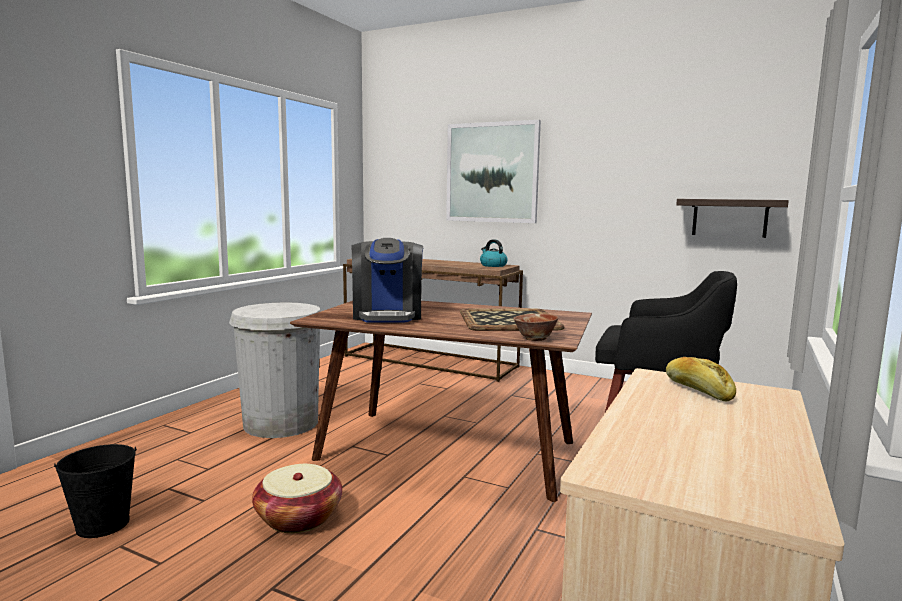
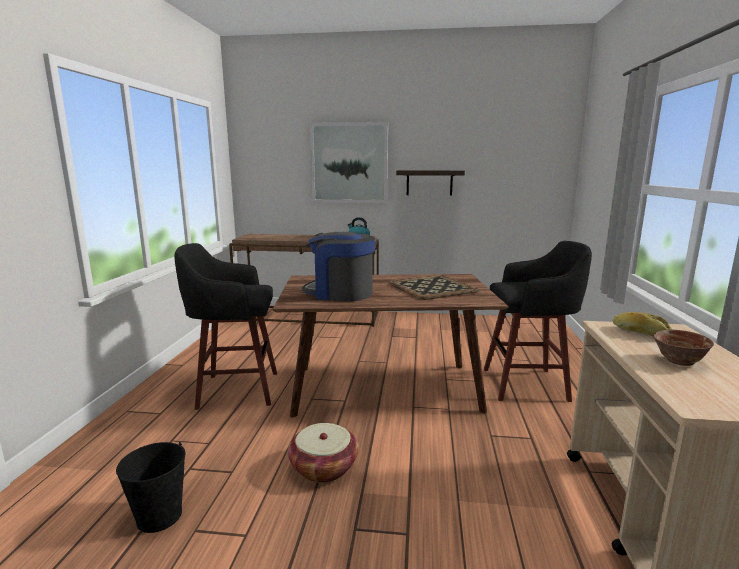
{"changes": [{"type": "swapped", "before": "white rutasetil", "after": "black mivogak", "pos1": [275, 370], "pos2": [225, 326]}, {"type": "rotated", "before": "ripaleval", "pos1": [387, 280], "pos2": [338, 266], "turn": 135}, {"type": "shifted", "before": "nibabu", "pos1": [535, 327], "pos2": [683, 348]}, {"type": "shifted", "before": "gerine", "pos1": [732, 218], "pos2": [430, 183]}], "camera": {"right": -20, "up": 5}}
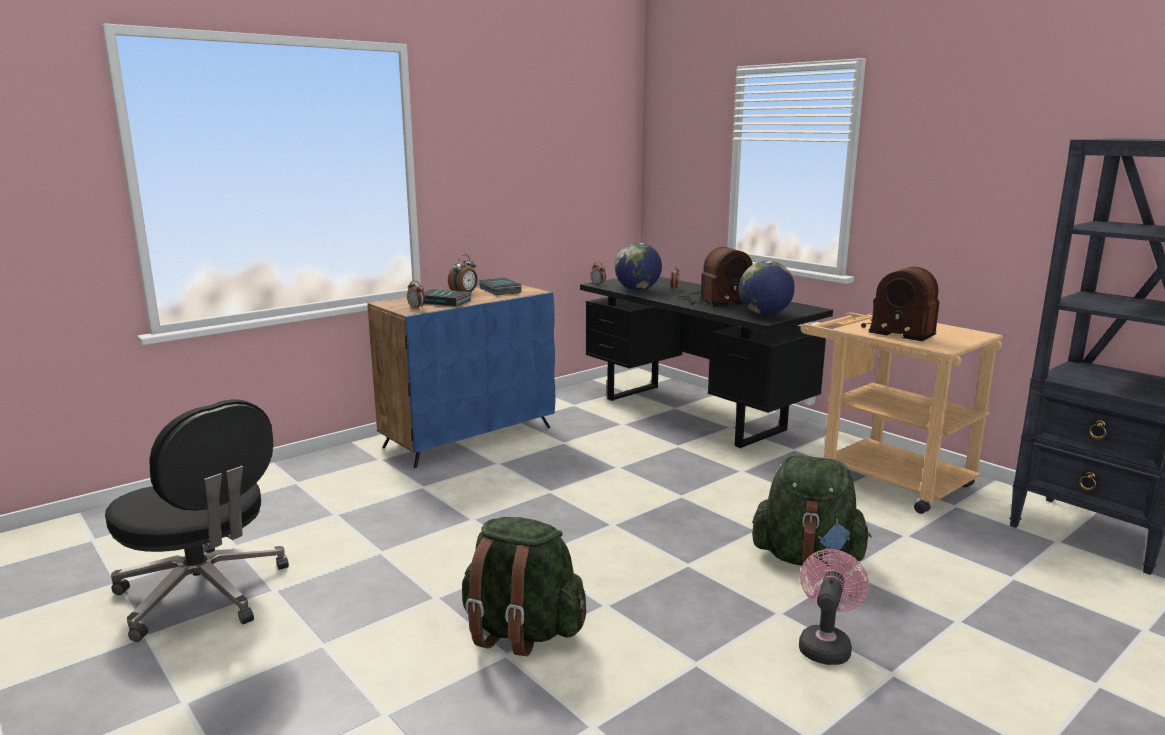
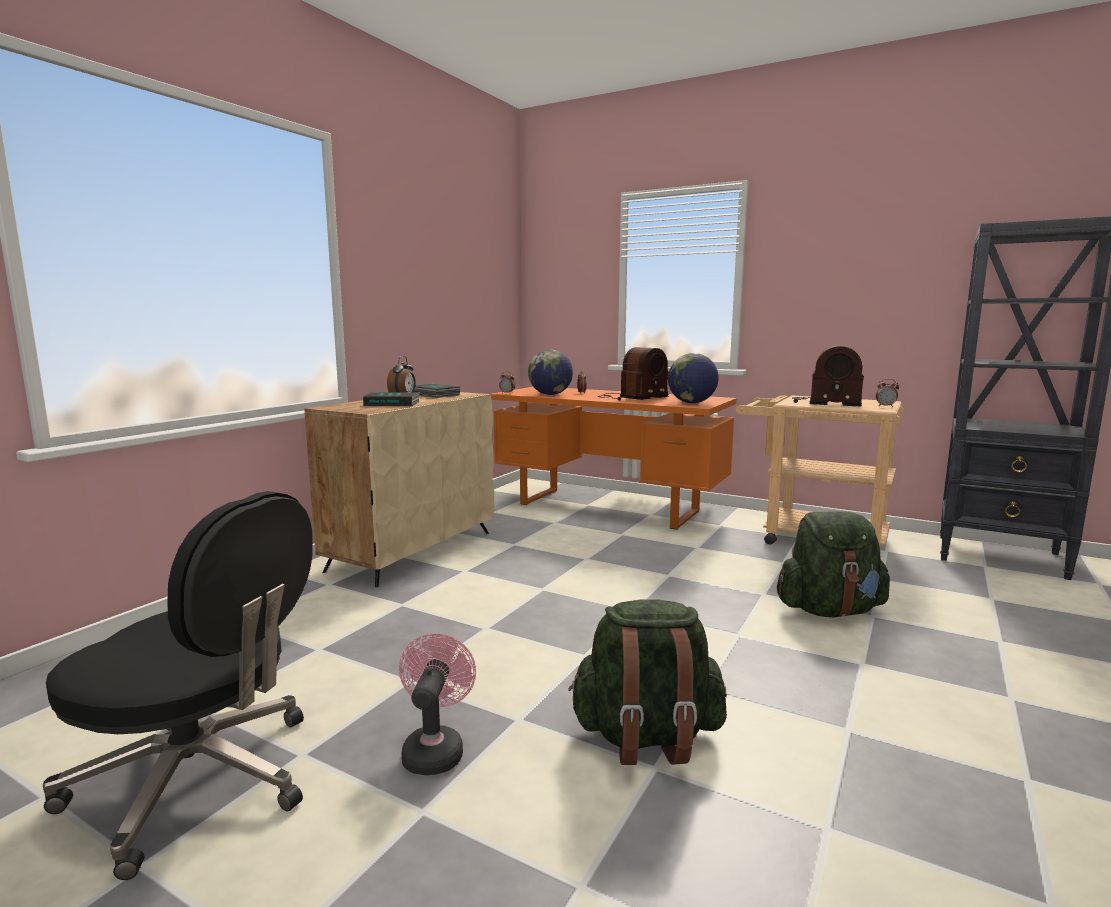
{"changes": [{"type": "repainted", "before": "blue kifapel", "after": "beige kifapel", "pos1": [461, 376], "pos2": [399, 489]}, {"type": "shifted", "before": "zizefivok", "pos1": [416, 295], "pos2": [887, 393]}, {"type": "repainted", "before": "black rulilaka", "after": "orange rulilaka", "pos1": [706, 362], "pos2": [614, 458]}, {"type": "shifted", "before": "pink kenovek", "pos1": [834, 607], "pos2": [437, 704]}], "camera": {"right": -20, "up": -5}}
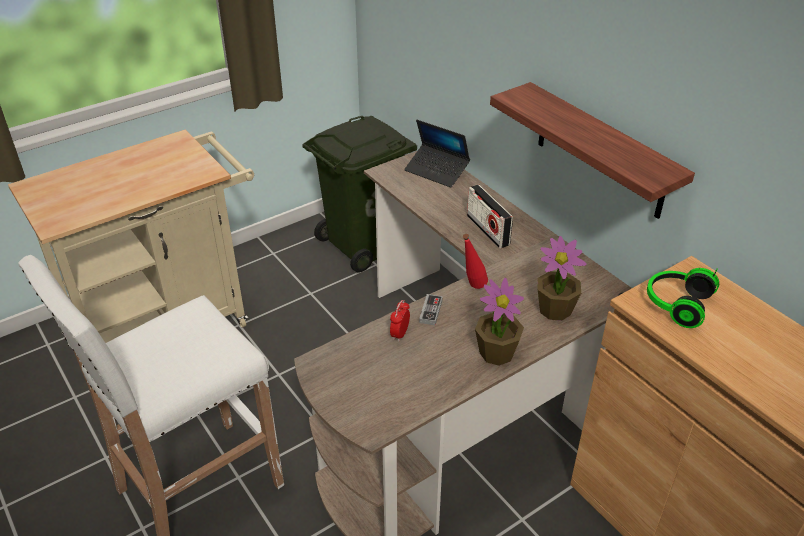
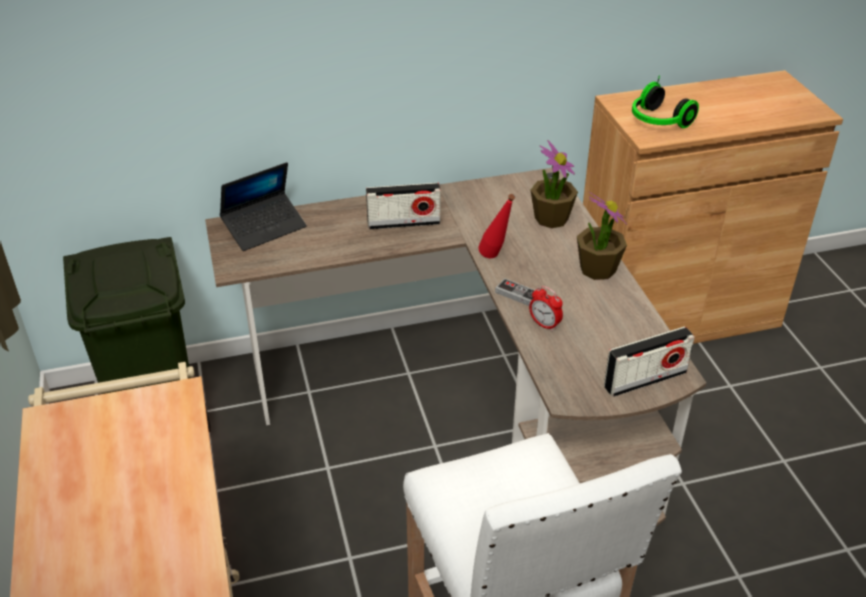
{"changes": [{"type": "gone", "before": "gerine", "pos1": [592, 150]}, {"type": "new", "after": "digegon", "pos2": [649, 361]}], "camera": {"right": -70, "up": 0}}
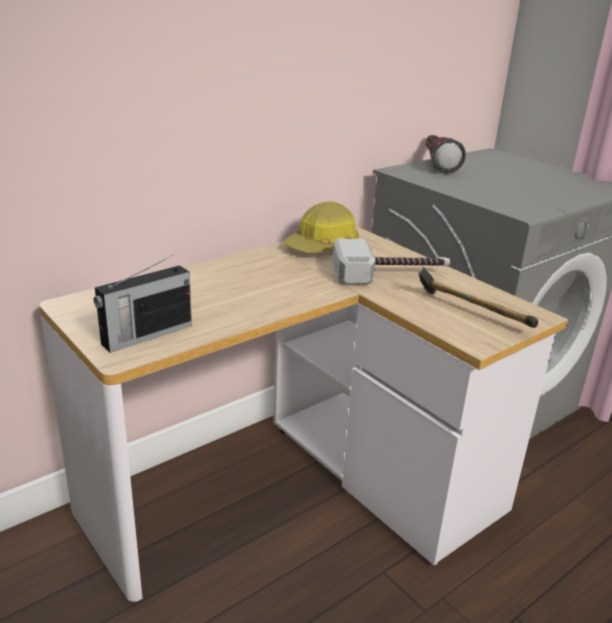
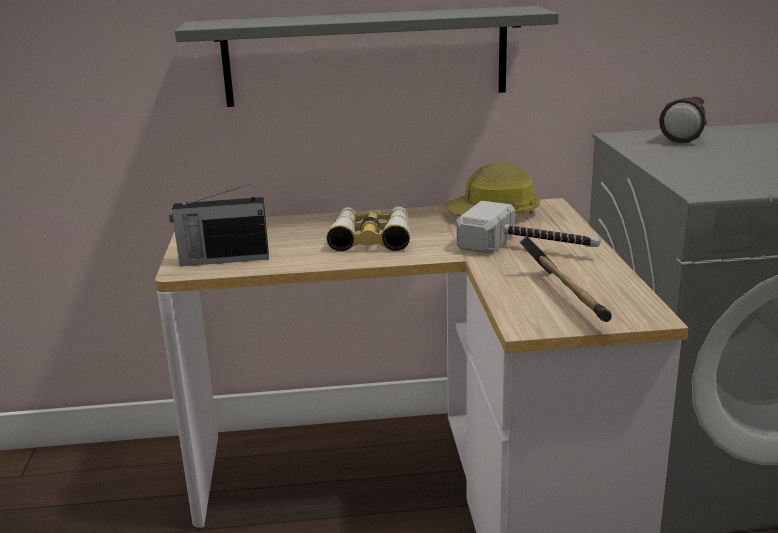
{"changes": [{"type": "new", "after": "grey gerine", "pos2": [367, 56]}, {"type": "new", "after": "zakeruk", "pos2": [368, 229]}], "camera": {"right": 35, "up": -5}}
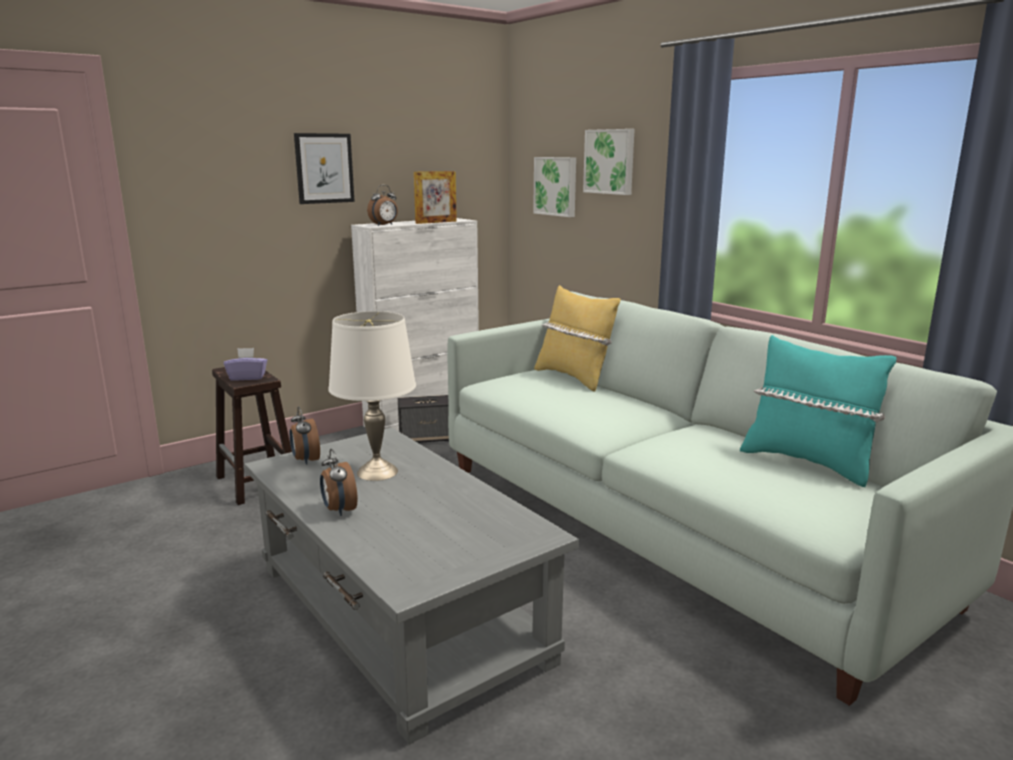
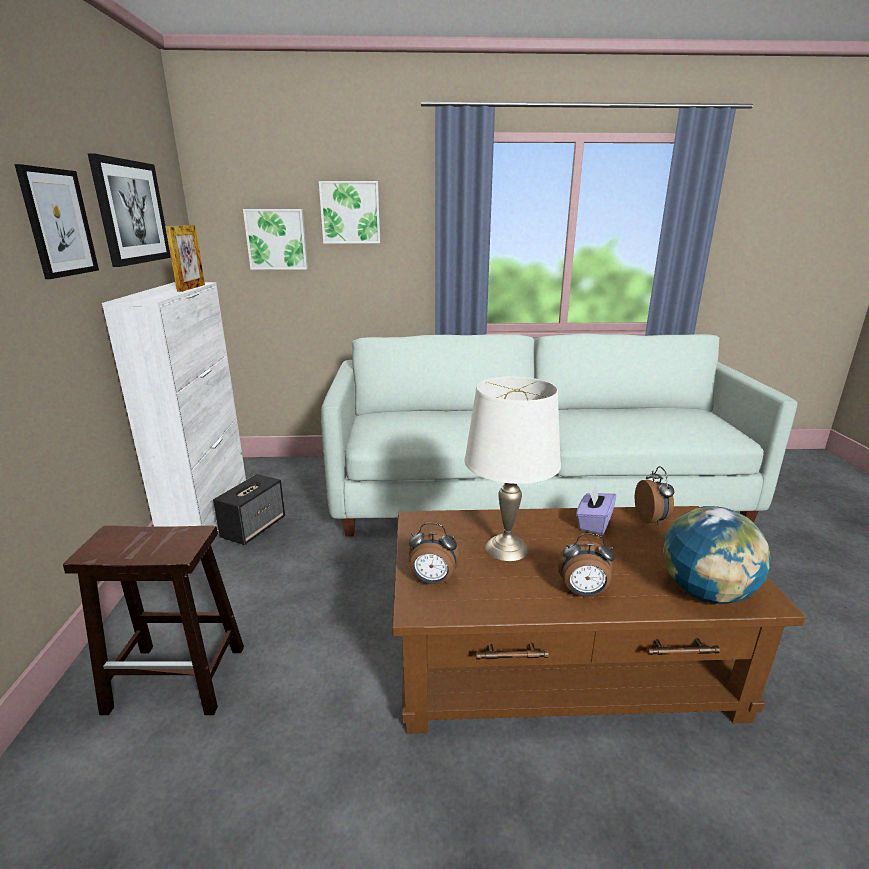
{"changes": [{"type": "shifted", "before": "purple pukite", "pos1": [245, 364], "pos2": [596, 510]}, {"type": "repainted", "before": "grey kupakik", "after": "brown kupakik", "pos1": [411, 586], "pos2": [599, 620]}, {"type": "shifted", "before": "zizefivok", "pos1": [382, 205], "pos2": [654, 496]}, {"type": "gone", "before": "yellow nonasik", "pos1": [577, 338]}, {"type": "gone", "before": "turquoise nonasik", "pos1": [818, 411]}, {"type": "new", "after": "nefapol", "pos2": [129, 210]}, {"type": "new", "after": "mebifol", "pos2": [717, 555]}], "camera": {"right": -55, "up": 5}}
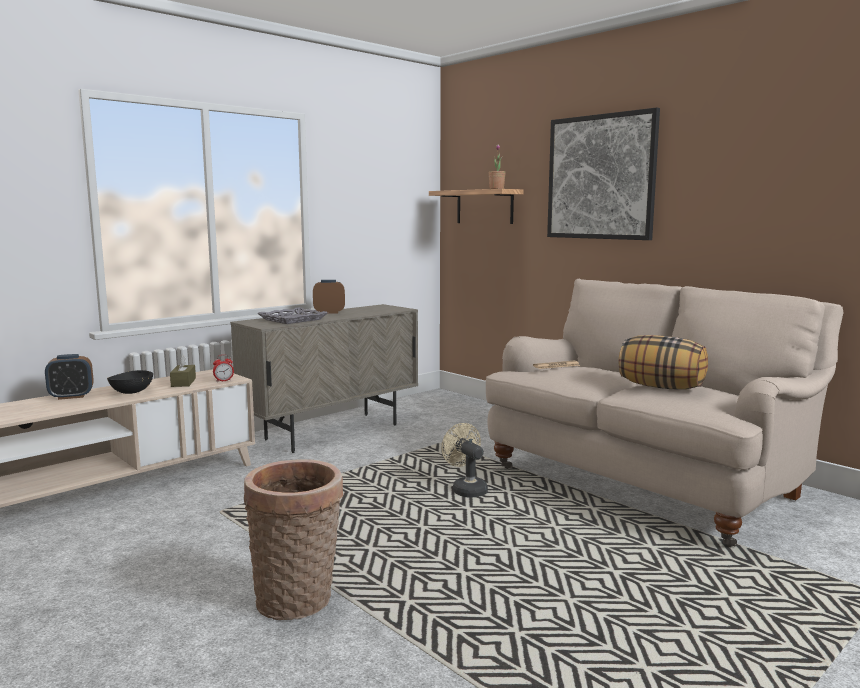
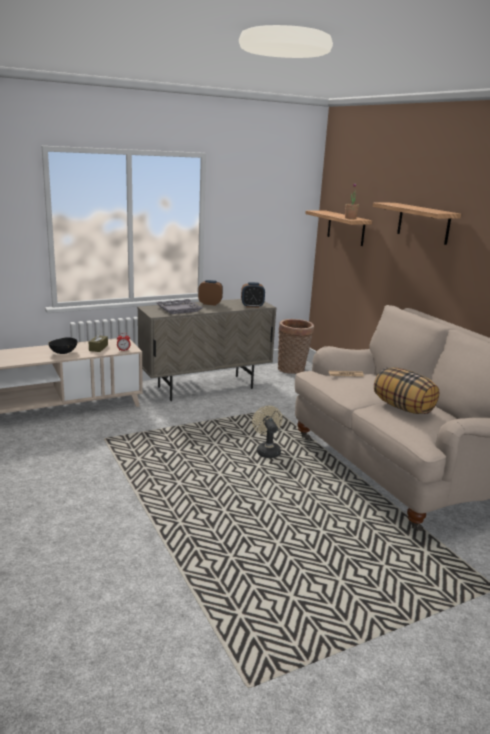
{"changes": [{"type": "shifted", "before": "zizefivok", "pos1": [69, 377], "pos2": [253, 295]}, {"type": "shifted", "before": "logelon", "pos1": [293, 539], "pos2": [296, 346]}, {"type": "swapped", "before": "nefapol", "after": "gerine", "pos1": [603, 174], "pos2": [417, 224]}], "camera": {"right": 15, "up": 10}}
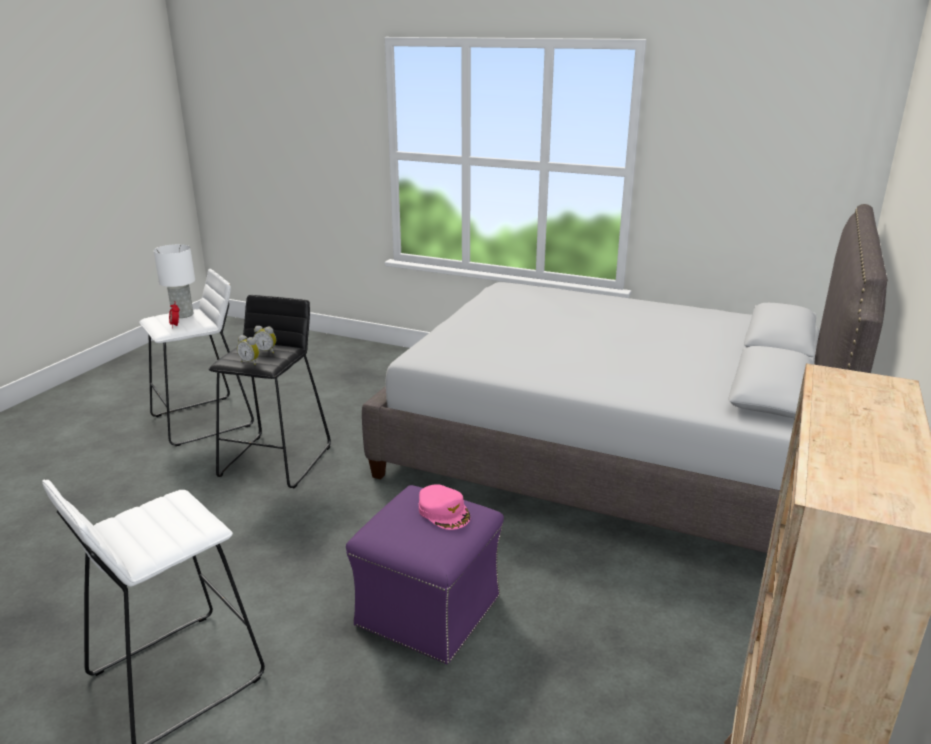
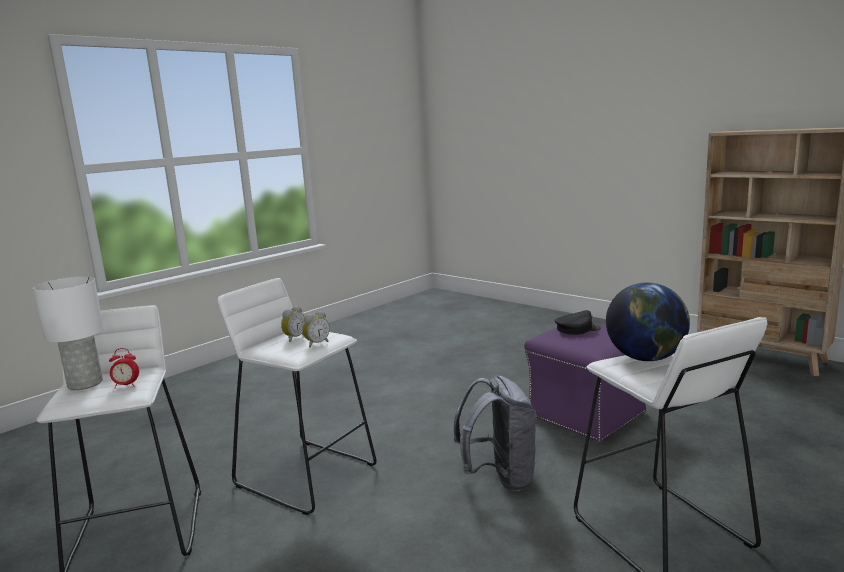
{"changes": [{"type": "repainted", "before": "black mivogak", "after": "white mivogak", "pos1": [270, 391], "pos2": [297, 396]}, {"type": "gone", "before": "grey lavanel", "pos1": [625, 378]}, {"type": "repainted", "before": "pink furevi", "after": "black furevi", "pos1": [445, 507], "pos2": [578, 322]}, {"type": "new", "after": "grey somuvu", "pos2": [495, 433]}, {"type": "new", "after": "mebifol", "pos2": [648, 322]}], "camera": {"right": -70, "up": -10}}
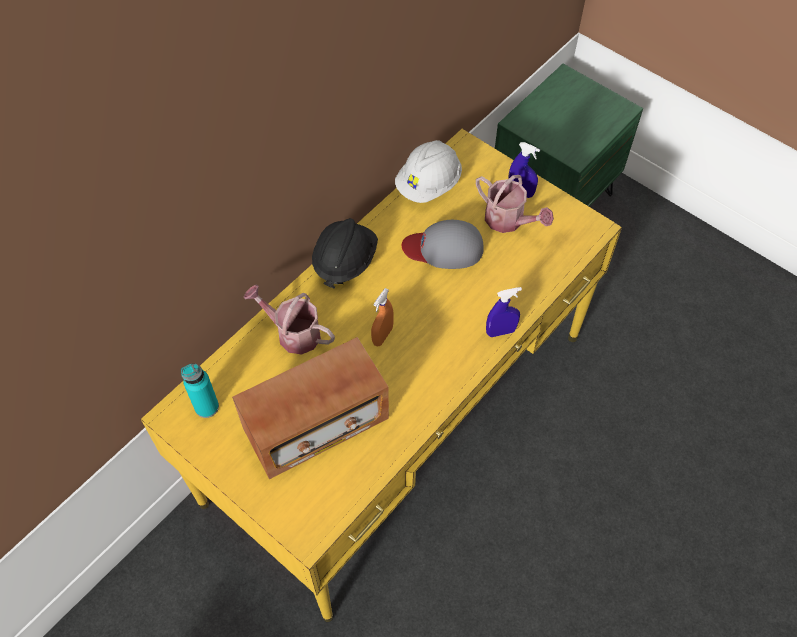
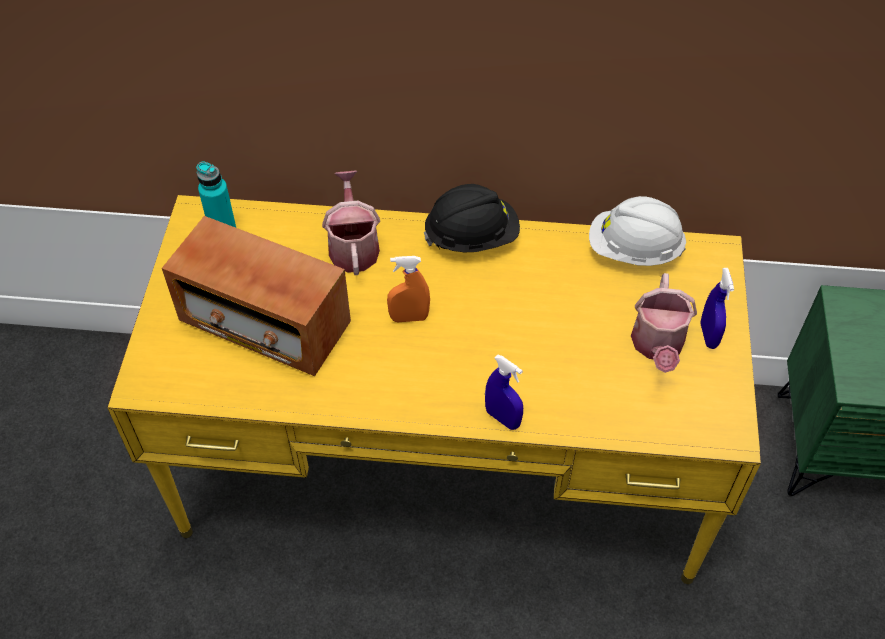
{"changes": [{"type": "gone", "before": "grey furevi", "pos1": [443, 244]}], "camera": {"right": 55, "up": -5}}
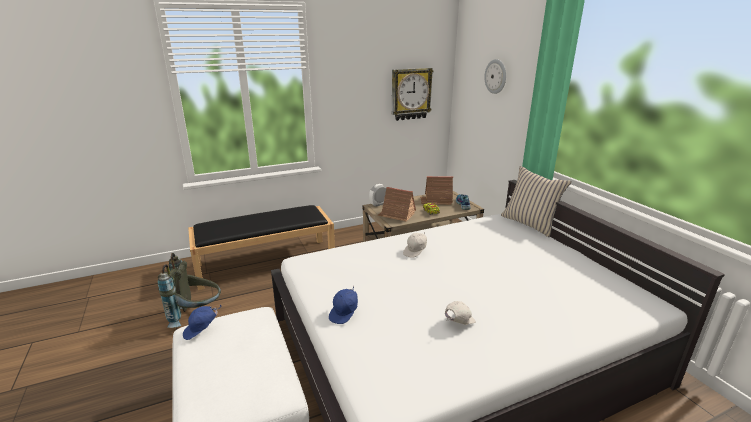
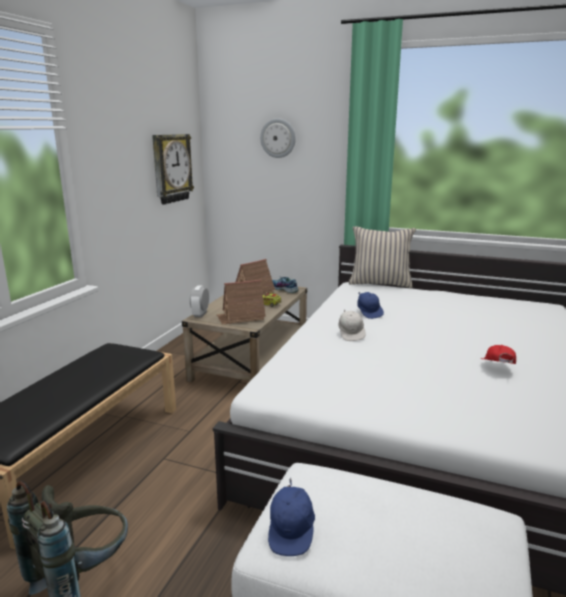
{"changes": [{"type": "shifted", "before": "blue furevi", "pos1": [343, 305], "pos2": [370, 305]}, {"type": "repainted", "before": "white furevi", "after": "red furevi", "pos1": [460, 313], "pos2": [498, 354]}], "camera": {"right": -45, "up": -5}}
